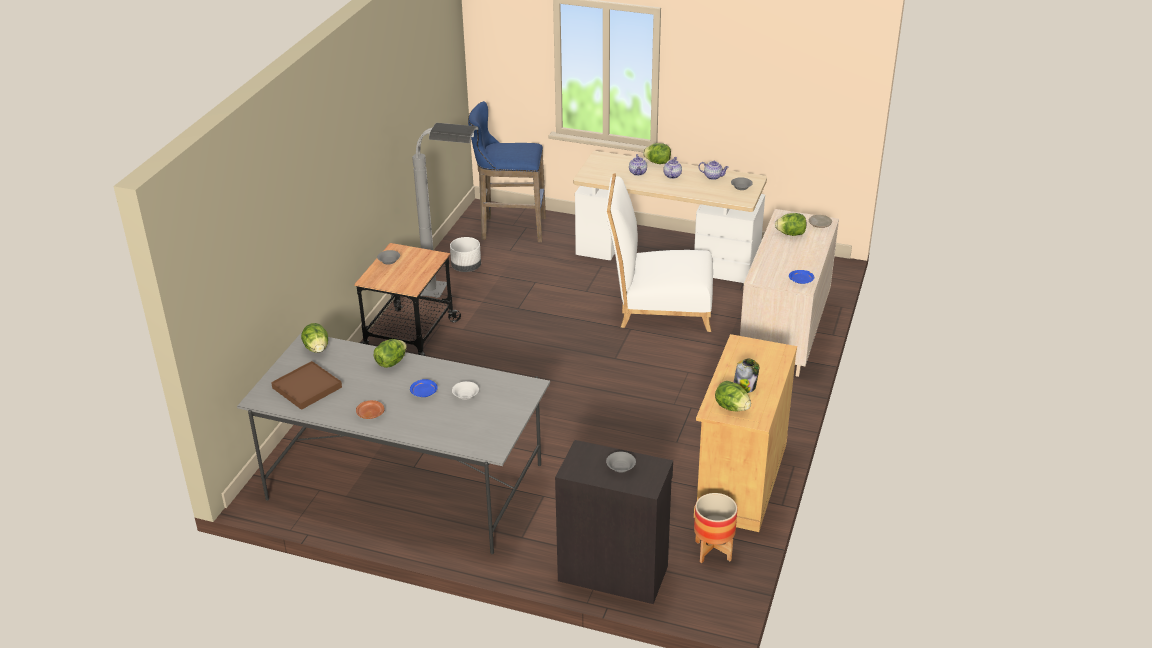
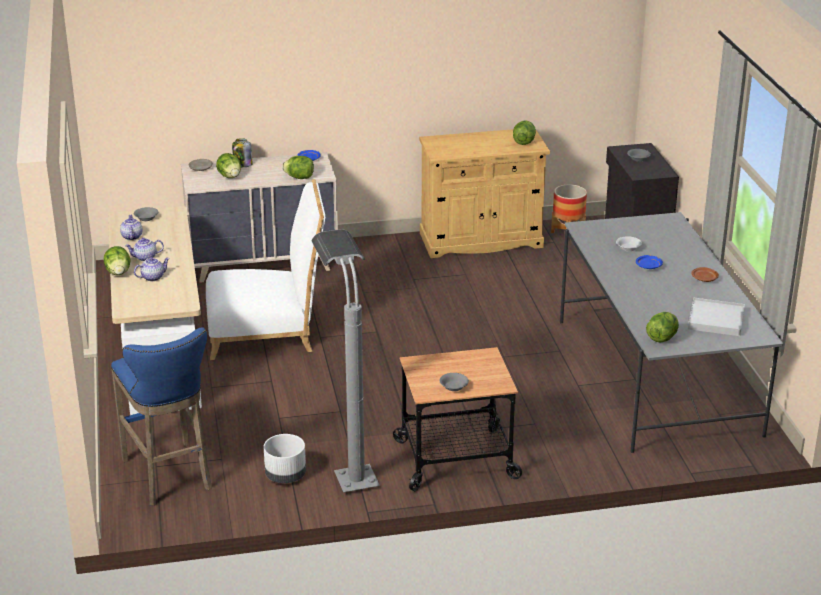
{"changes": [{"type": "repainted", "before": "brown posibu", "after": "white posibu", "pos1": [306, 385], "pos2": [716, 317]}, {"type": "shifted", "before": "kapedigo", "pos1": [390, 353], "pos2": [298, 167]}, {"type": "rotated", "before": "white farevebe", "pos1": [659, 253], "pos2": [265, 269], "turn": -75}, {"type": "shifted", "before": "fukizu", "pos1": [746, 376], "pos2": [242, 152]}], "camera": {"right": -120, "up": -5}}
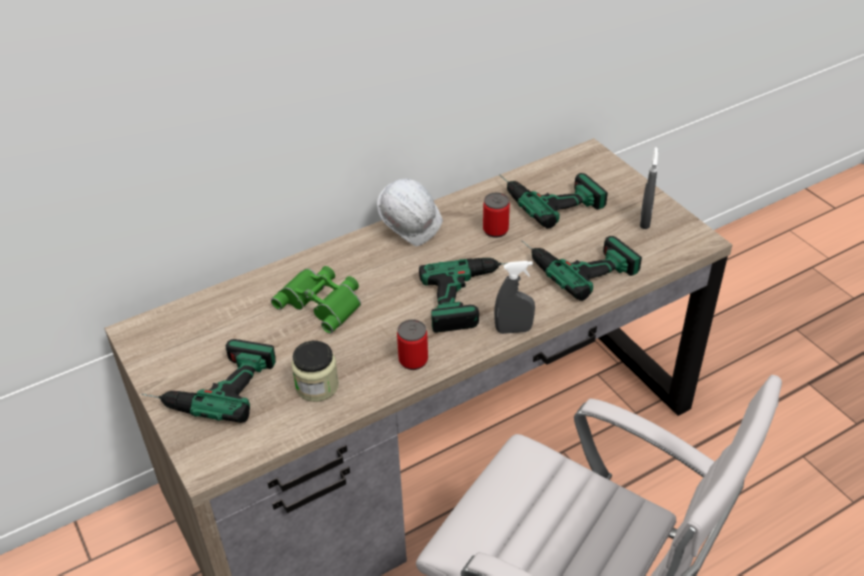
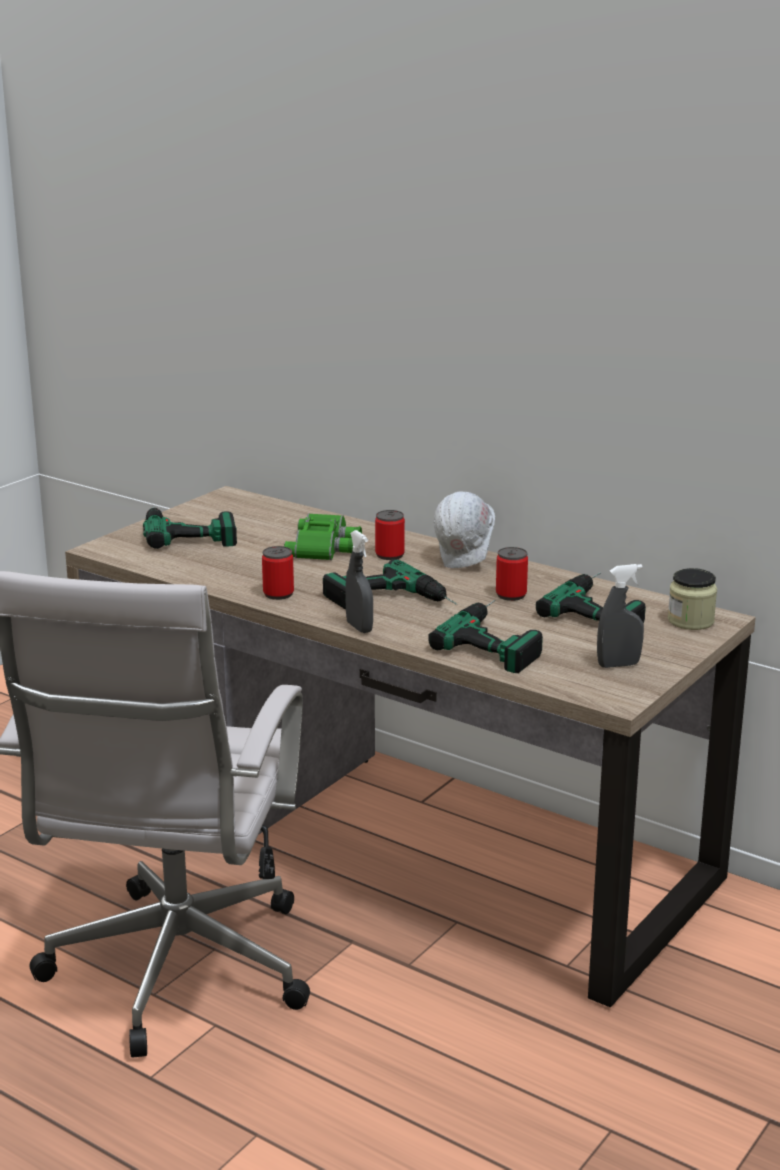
{"changes": [{"type": "shifted", "before": "fukizu", "pos1": [315, 371], "pos2": [692, 599]}, {"type": "new", "after": "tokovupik", "pos2": [390, 535]}], "camera": {"right": 65, "up": -20}}
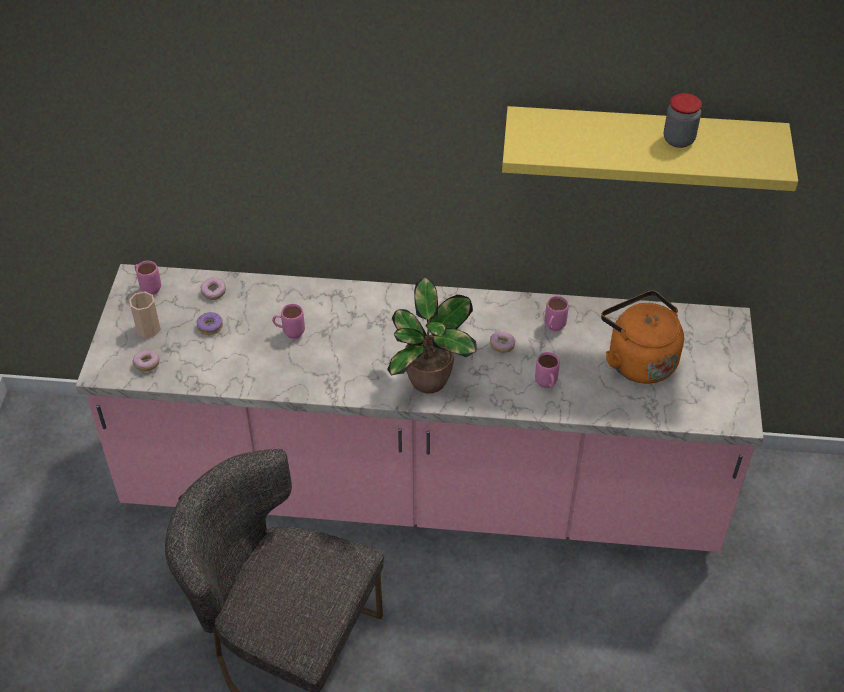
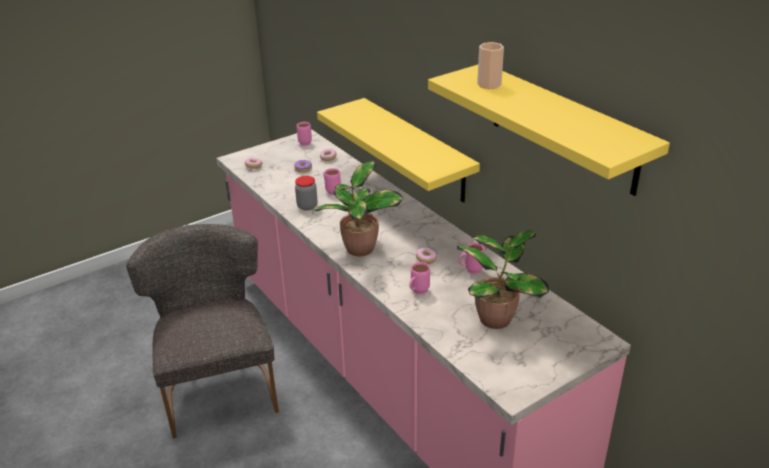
{"changes": [{"type": "shifted", "before": "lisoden", "pos1": [145, 315], "pos2": [490, 65]}, {"type": "swapped", "before": "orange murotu", "after": "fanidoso", "pos1": [642, 337], "pos2": [503, 279]}, {"type": "shifted", "before": "fukizu", "pos1": [683, 120], "pos2": [306, 193]}, {"type": "new", "after": "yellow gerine", "pos2": [398, 150]}], "camera": {"right": 50, "up": -15}}
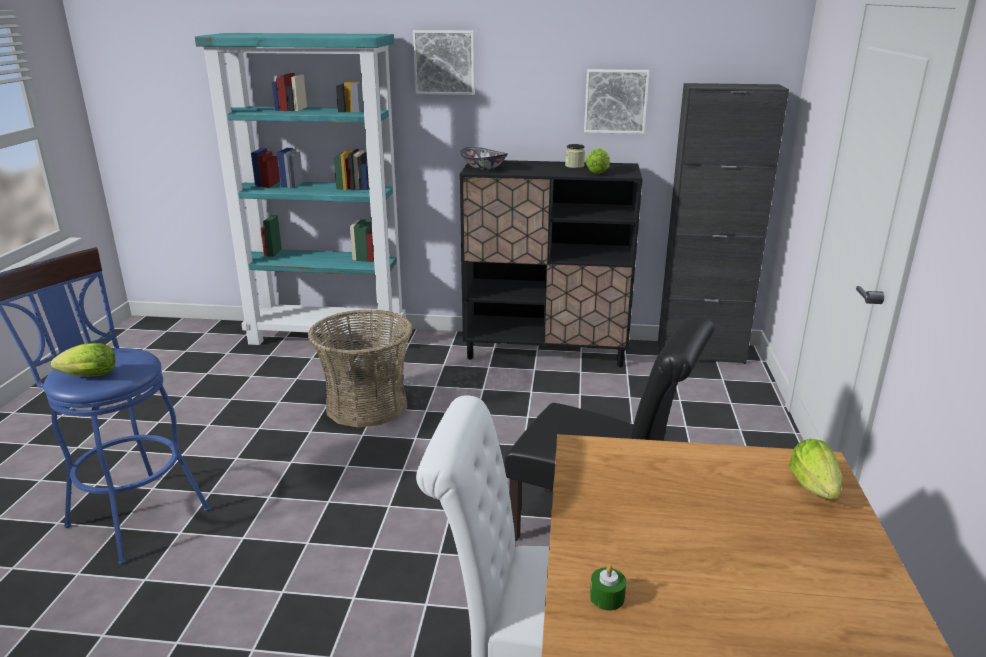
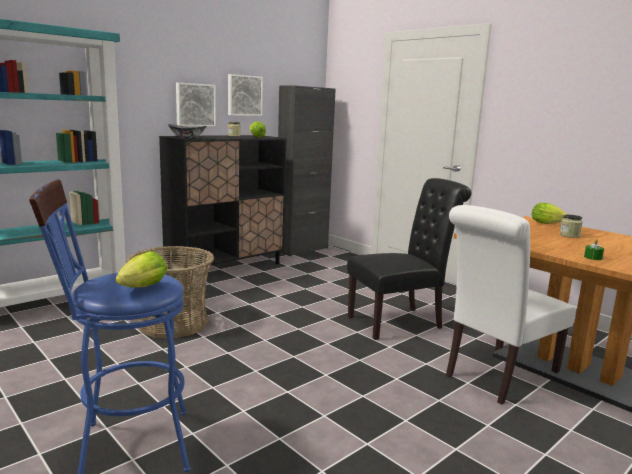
{"changes": [{"type": "shifted", "before": "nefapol", "pos1": [444, 62], "pos2": [196, 105]}, {"type": "new", "after": "fukizu", "pos2": [571, 226]}], "camera": {"right": -50, "up": -10}}
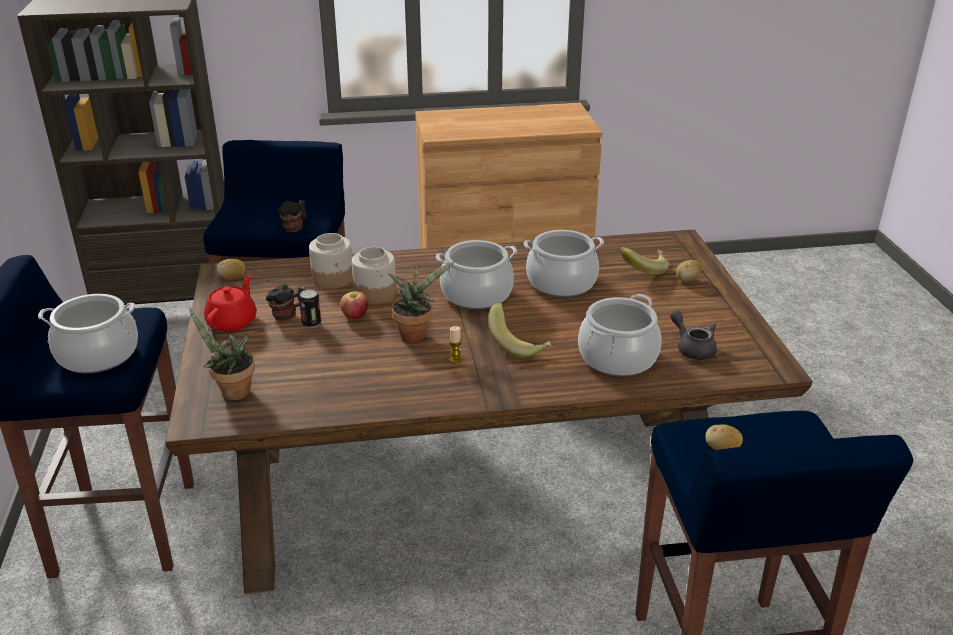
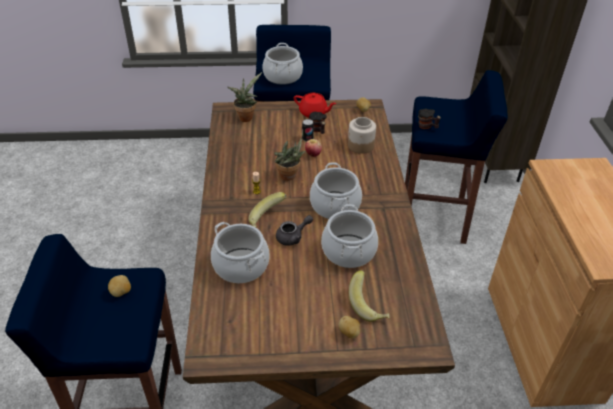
{"changes": [{"type": "gone", "before": "fukizu", "pos1": [374, 275]}, {"type": "shifted", "before": "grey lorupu", "pos1": [693, 335], "pos2": [294, 230]}], "camera": {"right": 95, "up": 10}}
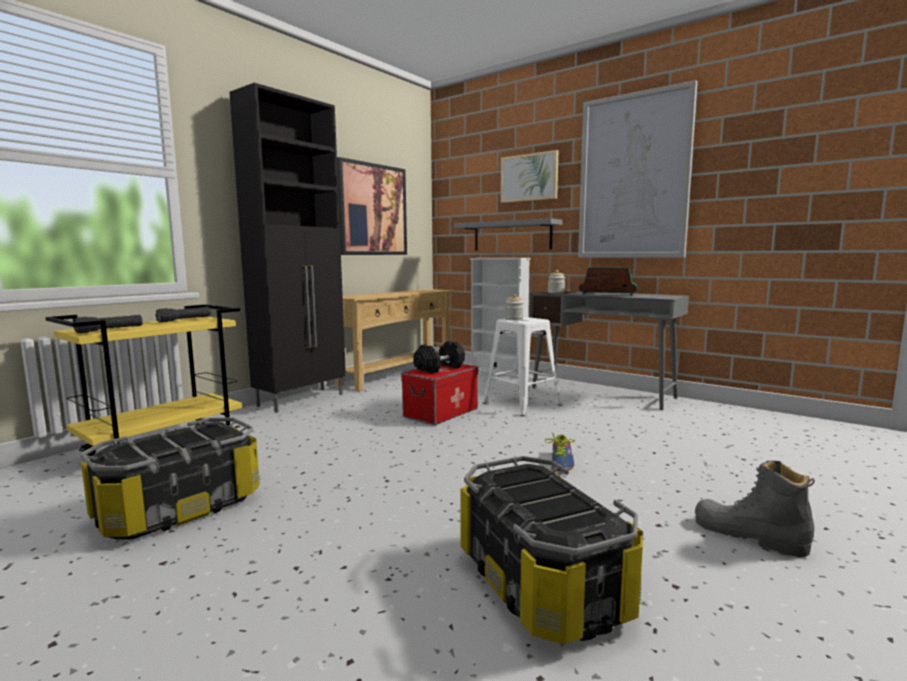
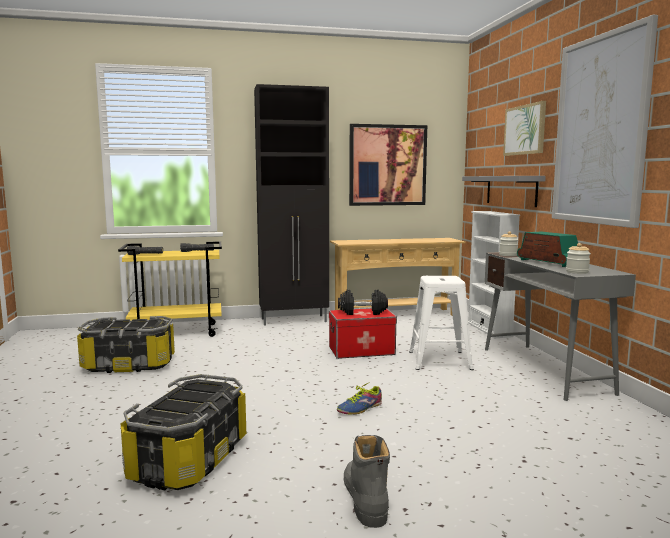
{"changes": [{"type": "shifted", "before": "fukizu", "pos1": [514, 307], "pos2": [578, 258]}], "camera": {"right": 40, "up": 0}}
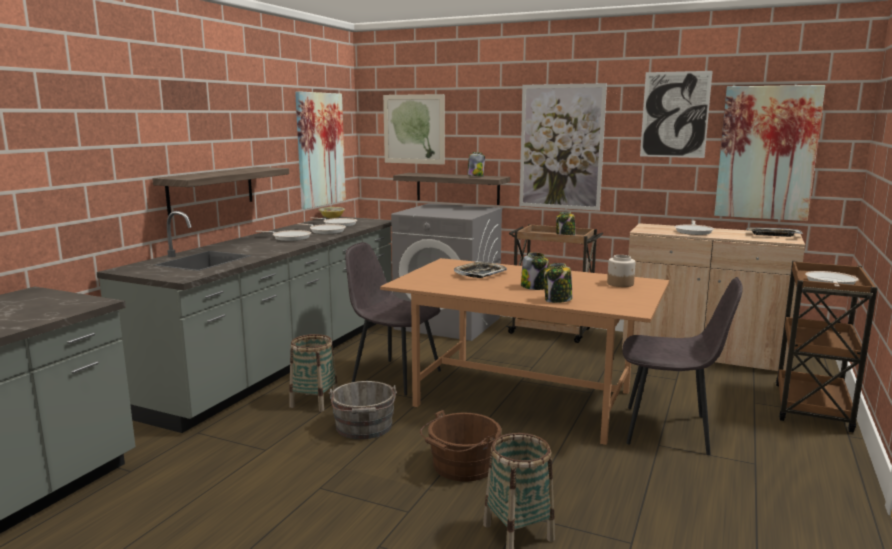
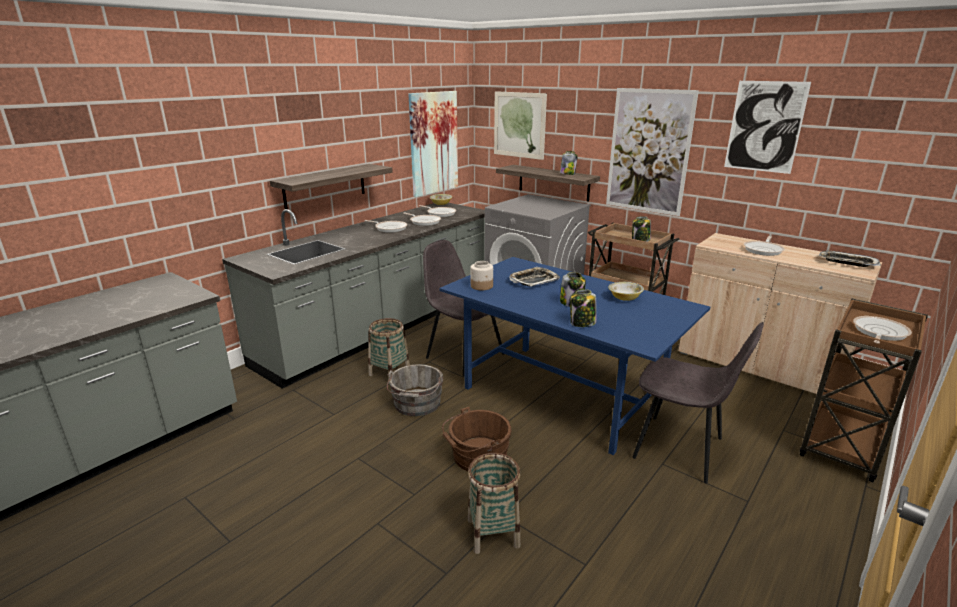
{"changes": [{"type": "repainted", "before": "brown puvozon", "after": "blue puvozon", "pos1": [524, 351], "pos2": [574, 356]}, {"type": "shifted", "before": "fukizu", "pos1": [621, 271], "pos2": [482, 275]}, {"type": "gone", "before": "nefapol", "pos1": [769, 153]}, {"type": "new", "after": "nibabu", "pos2": [626, 291]}], "camera": {"right": 15, "up": 10}}
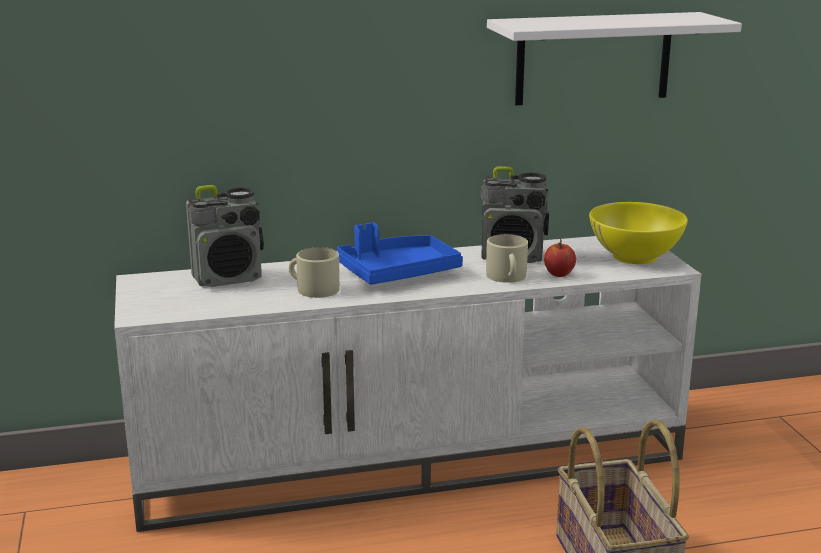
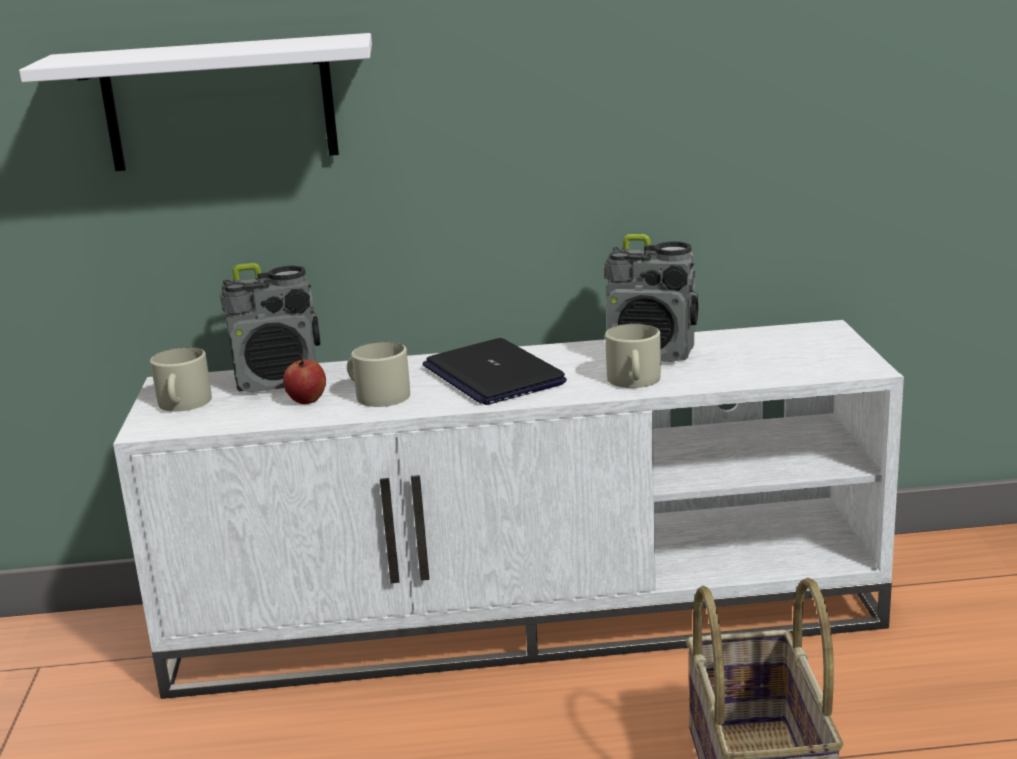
{"changes": [{"type": "swapped", "before": "blue posibu", "after": "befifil", "pos1": [399, 254], "pos2": [494, 371]}, {"type": "shifted", "before": "white gerine", "pos1": [614, 58], "pos2": [195, 102]}, {"type": "shifted", "before": "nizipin", "pos1": [560, 258], "pos2": [304, 379]}, {"type": "gone", "before": "yellow nibabu", "pos1": [638, 233]}, {"type": "new", "after": "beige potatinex", "pos2": [181, 379]}], "camera": {"right": 10, "up": 0}}
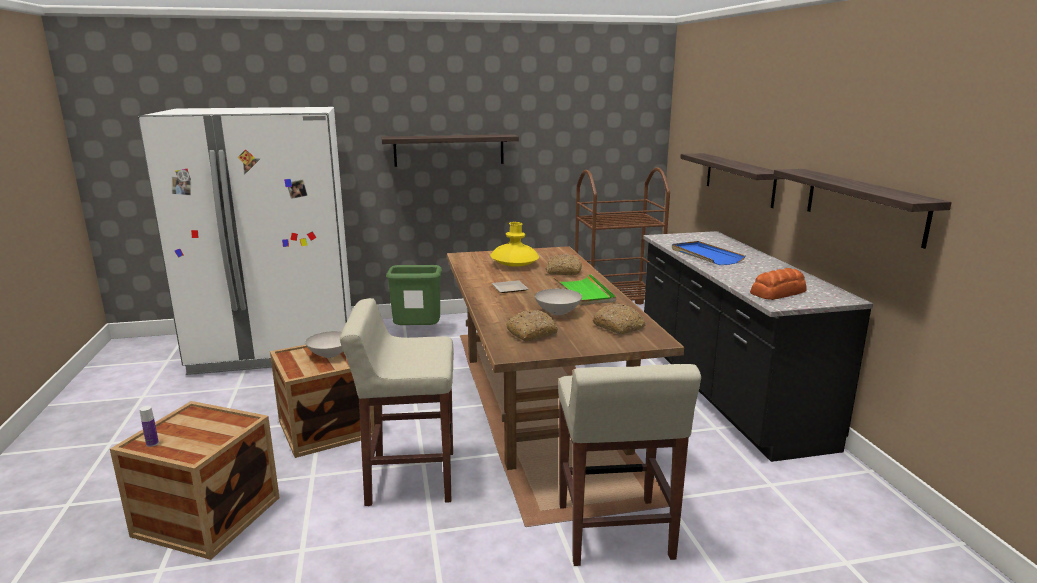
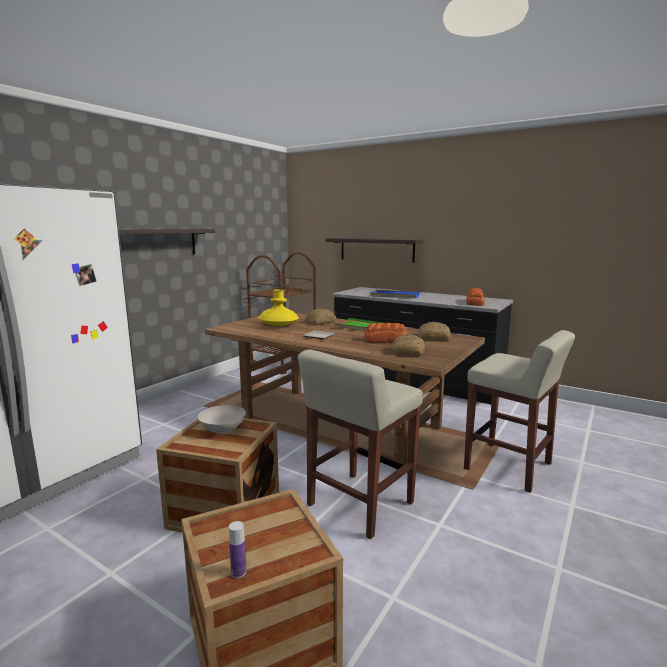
{"changes": [{"type": "gone", "before": "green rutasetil", "pos1": [414, 295]}, {"type": "swapped", "before": "white nibabu", "after": "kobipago", "pos1": [558, 302], "pos2": [385, 332]}, {"type": "gone", "before": "gerine", "pos1": [862, 209]}], "camera": {"right": -45, "up": -5}}
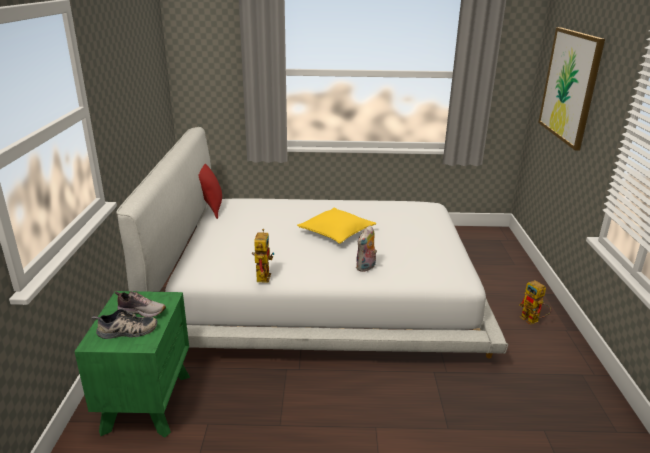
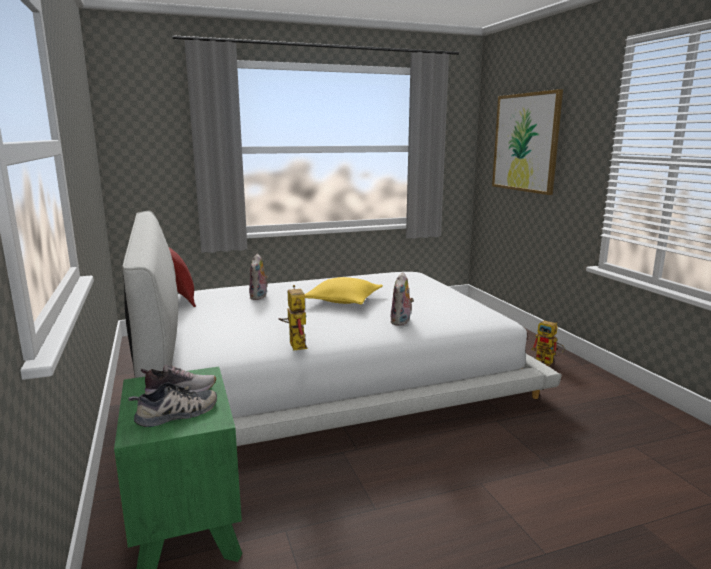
{"changes": [{"type": "new", "after": "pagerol", "pos2": [259, 276]}], "camera": {"right": -20, "up": -10}}
